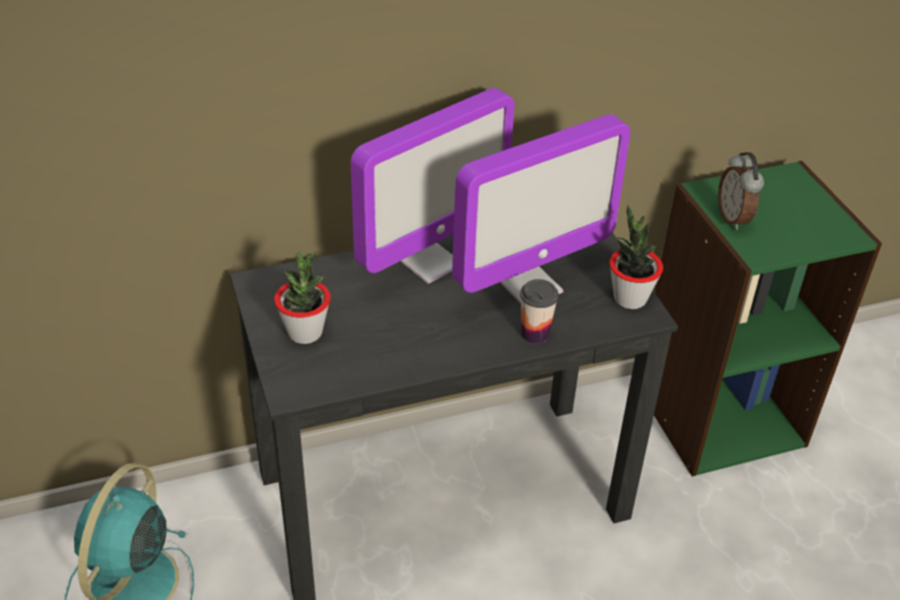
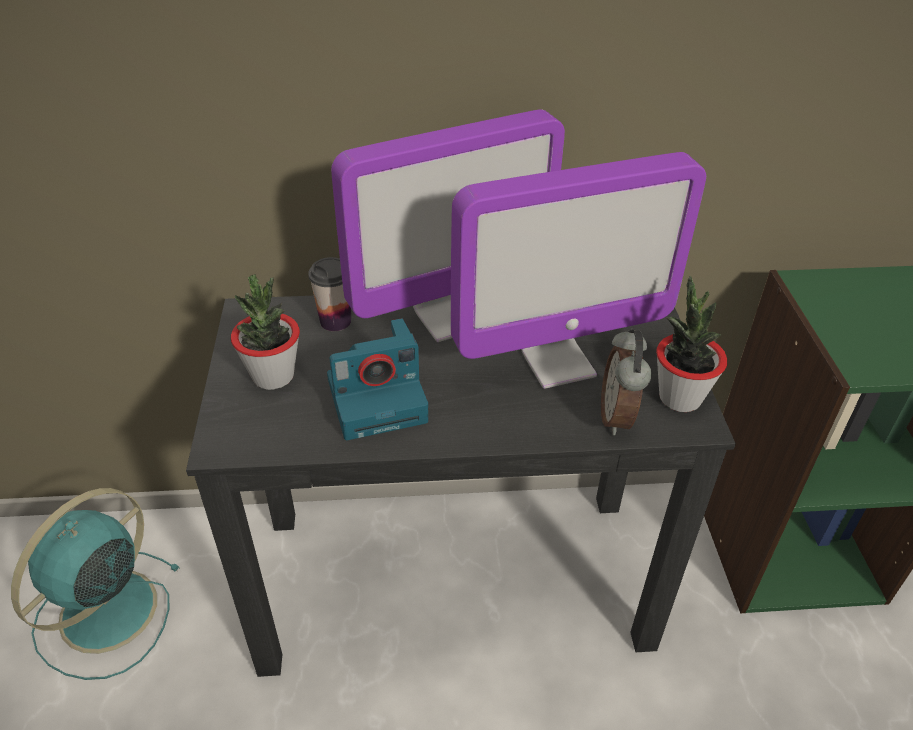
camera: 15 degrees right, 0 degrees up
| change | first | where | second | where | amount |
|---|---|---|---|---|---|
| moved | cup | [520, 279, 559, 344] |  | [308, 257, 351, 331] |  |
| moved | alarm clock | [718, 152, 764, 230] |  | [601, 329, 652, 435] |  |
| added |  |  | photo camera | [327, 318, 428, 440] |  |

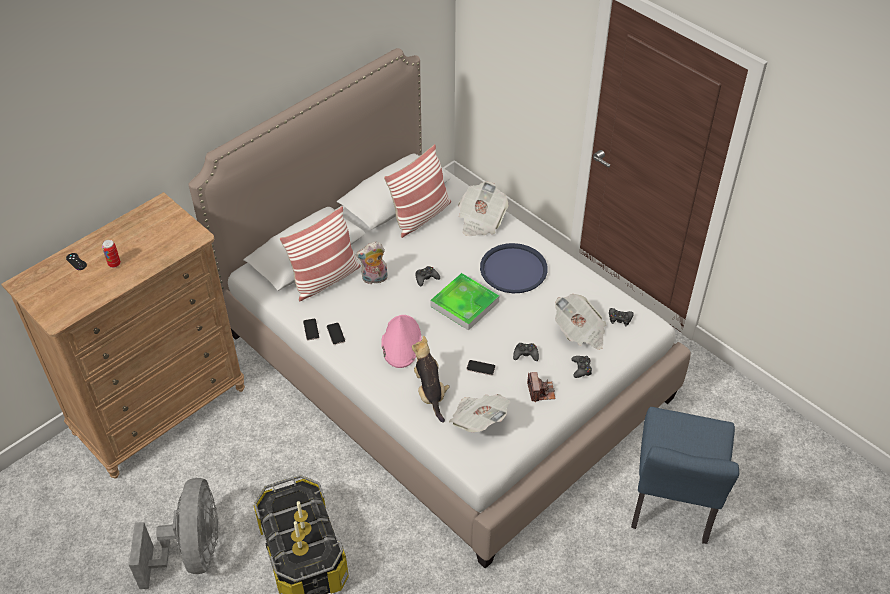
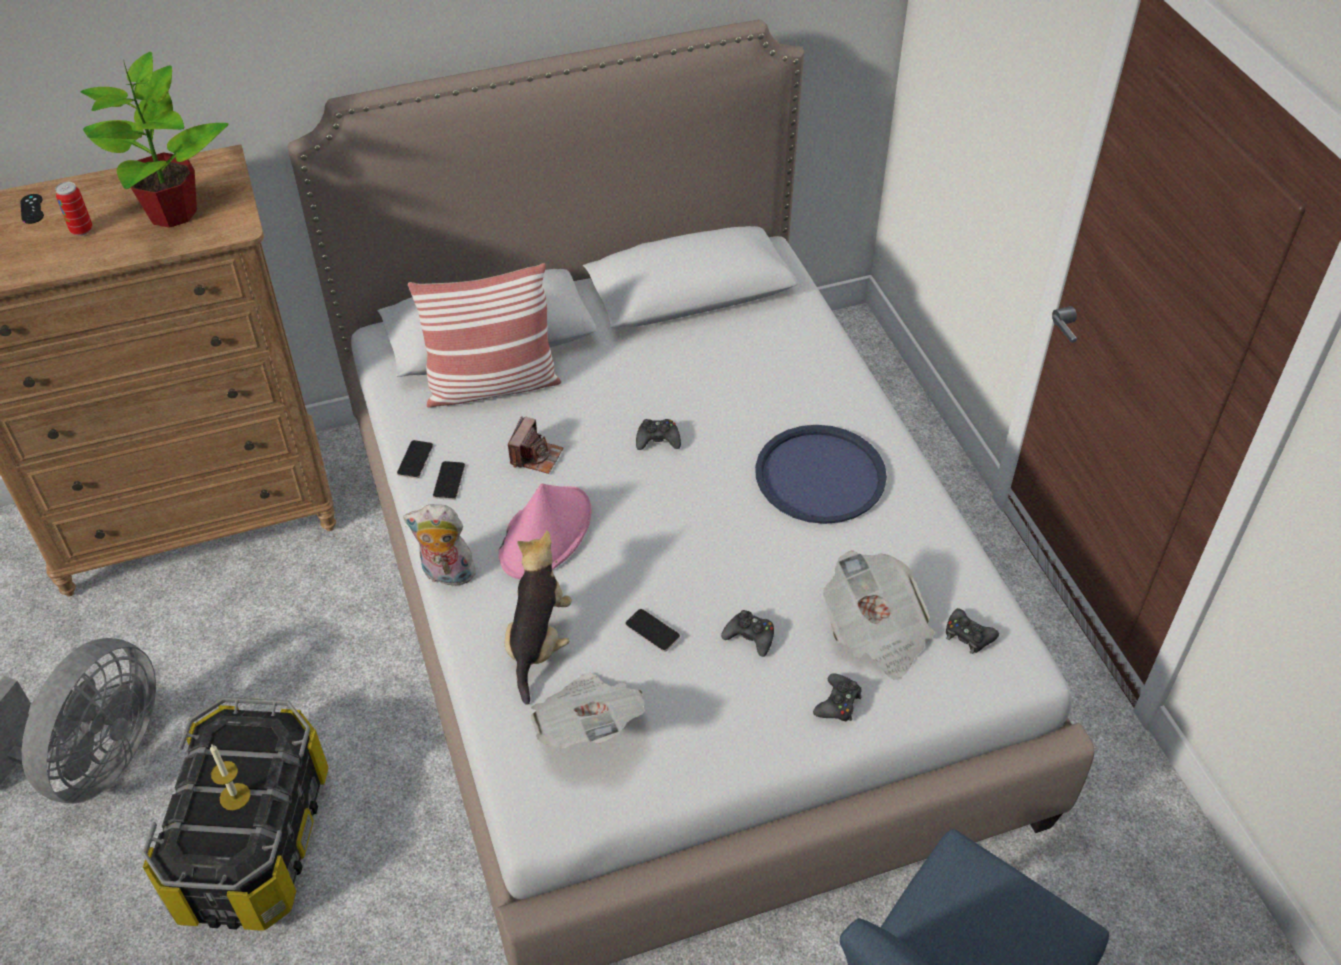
camera: 25 degrees right, 0 degrees up
| change | first | where | second | where | amount |
|---|---|---|---|---|---|
| removed | candle | [291, 521, 309, 556] |  |  |  |
| moved | plush toy | [356, 241, 388, 284] |  | [403, 504, 481, 587] |  |
| removed | pillow | [384, 144, 451, 238] |  |  |  |
| removed | tray | [430, 273, 499, 331] |  |  |  |
| removed | newspaper | [458, 181, 508, 236] |  |  |  |
| moved | photo camera | [527, 372, 555, 402] |  | [508, 416, 564, 474] |  |
| added |  |  | potted plant | [80, 52, 229, 228] |  |

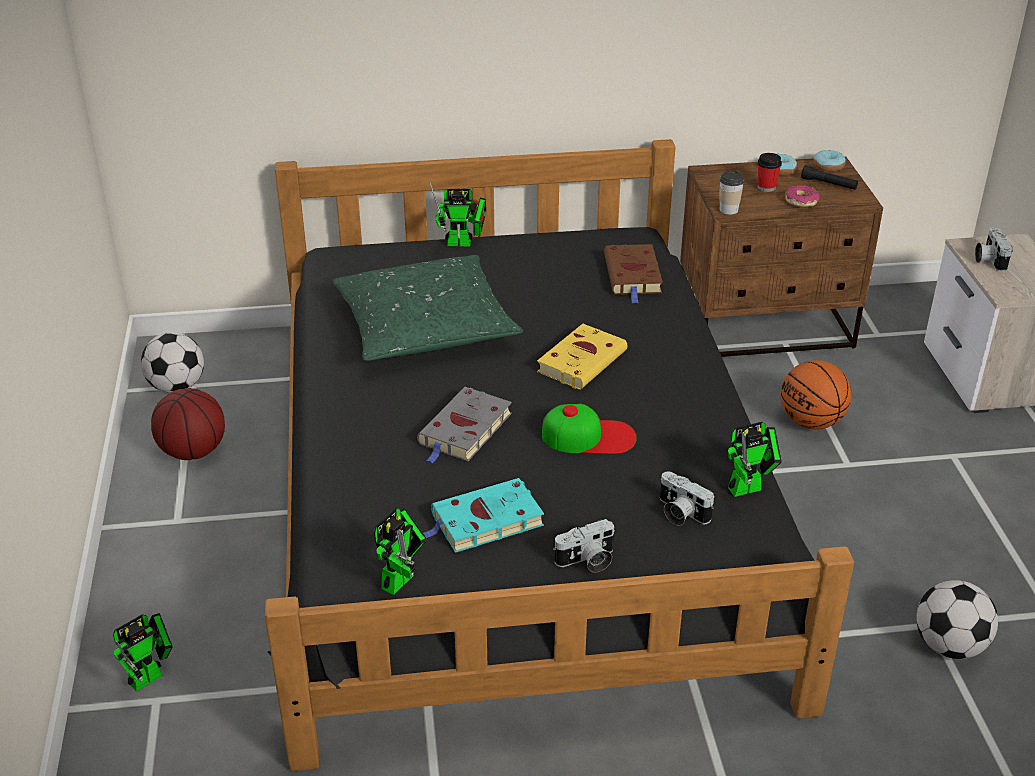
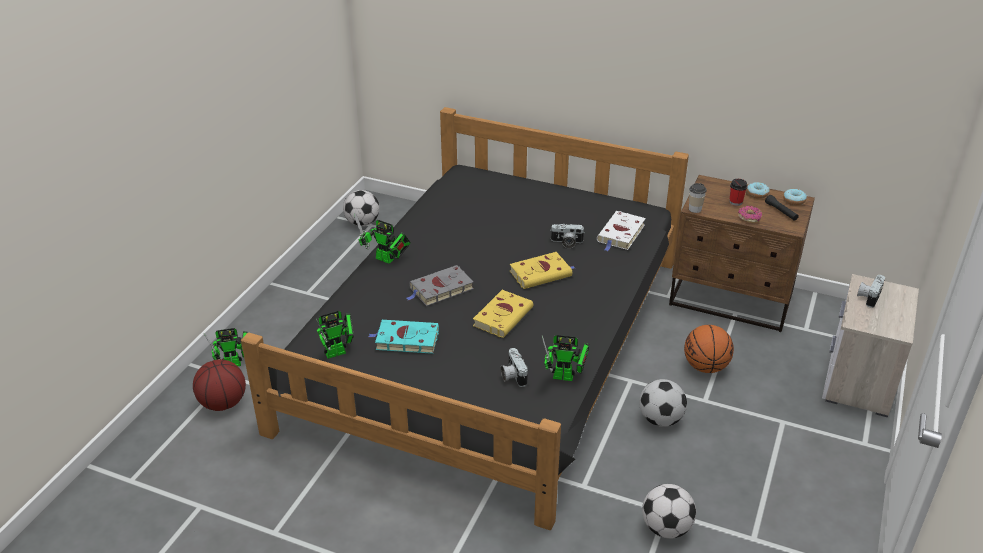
camera: 30 degrees right, 0 degrees up
| change | first | where | second | where | amount |
|---|---|---|---|---|---|
| moved | basketball | [151, 388, 225, 460] |  | [193, 359, 246, 411] |  |
| removed | green pillow | [333, 255, 523, 361] |  |  |  |
| moved | toy robot | [430, 183, 486, 246] |  | [354, 213, 411, 264] |  |
| replaced | cap | [542, 404, 637, 454] | yellow book | [473, 290, 533, 338] |  |
| moved | photo camera | [553, 519, 615, 572] |  | [551, 224, 584, 248] |  |
| recoloured | brown book | [604, 244, 663, 303] | white book | [597, 211, 646, 251] |  |
| added |  |  | football | [639, 379, 687, 427] |  |

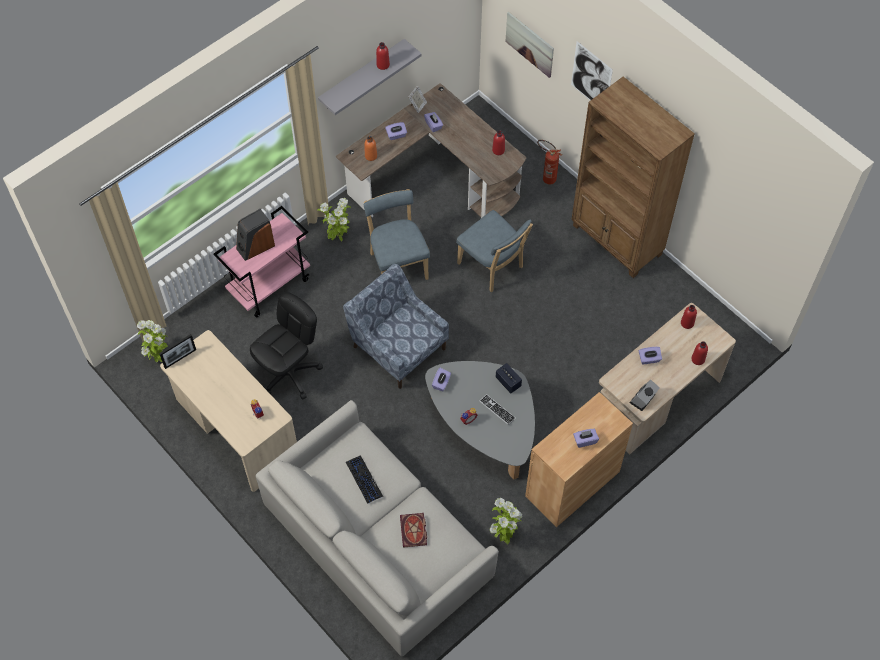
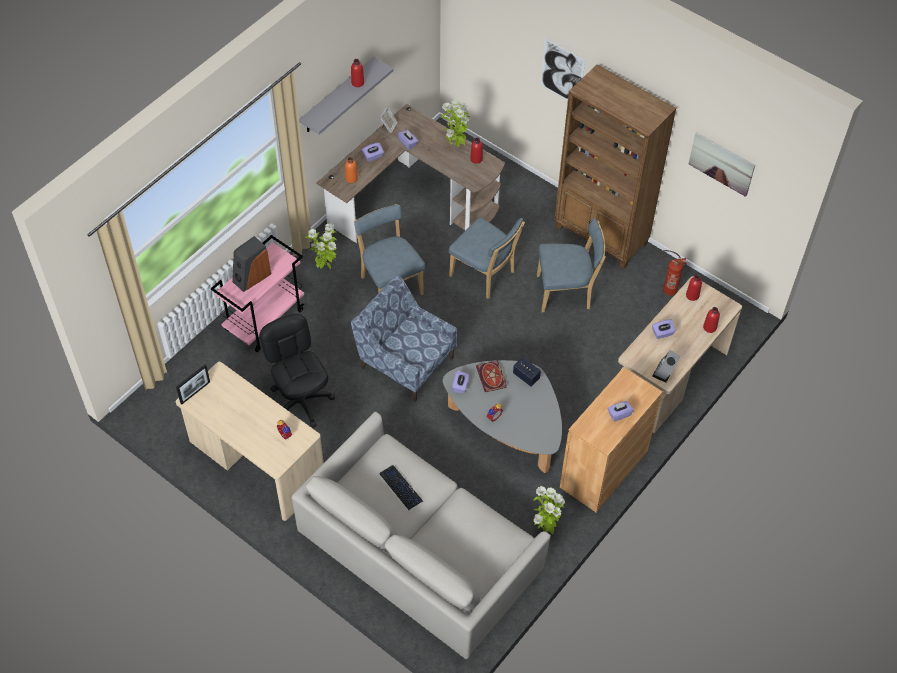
camera: 10 degrees left, 5 degrees down
| change | first | where | second | where | amount |
|---|---|---|---|---|---|
| moved | potted plant | [137, 320, 167, 362] |  | [442, 100, 469, 147] |  |
| turned | black office chair | [250, 292, 323, 399] |  | [260, 314, 335, 428] | 60 degrees counterclockwise |
| moved | book | [400, 513, 427, 547] |  | [476, 360, 507, 392] |  |
| removed | keyboard | [479, 394, 516, 425] |  |  |  |
| moved | picture | [505, 12, 554, 78] |  | [689, 132, 755, 197] |  |
| moved | fire extinguisher | [537, 140, 562, 185] |  | [660, 250, 687, 296] |  |
| added |  |  | blue chair | [537, 218, 606, 312] |  |

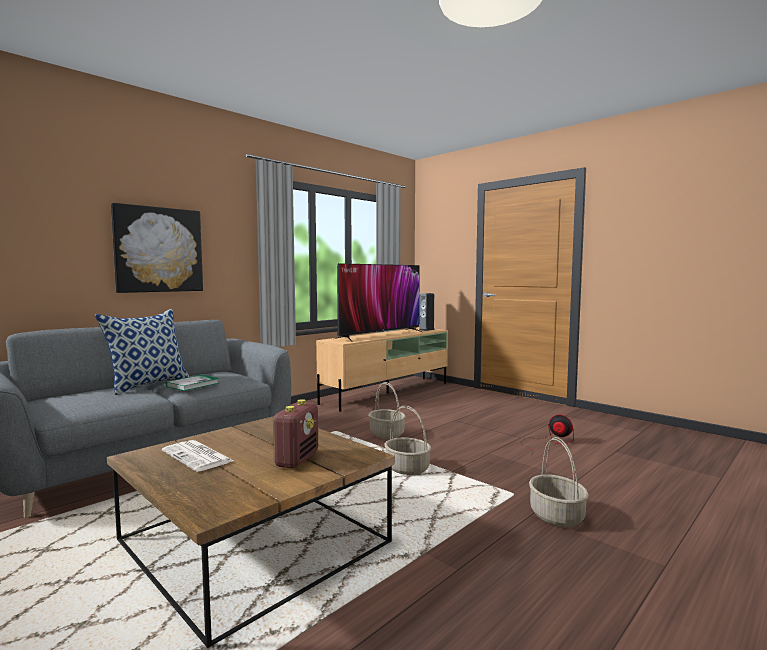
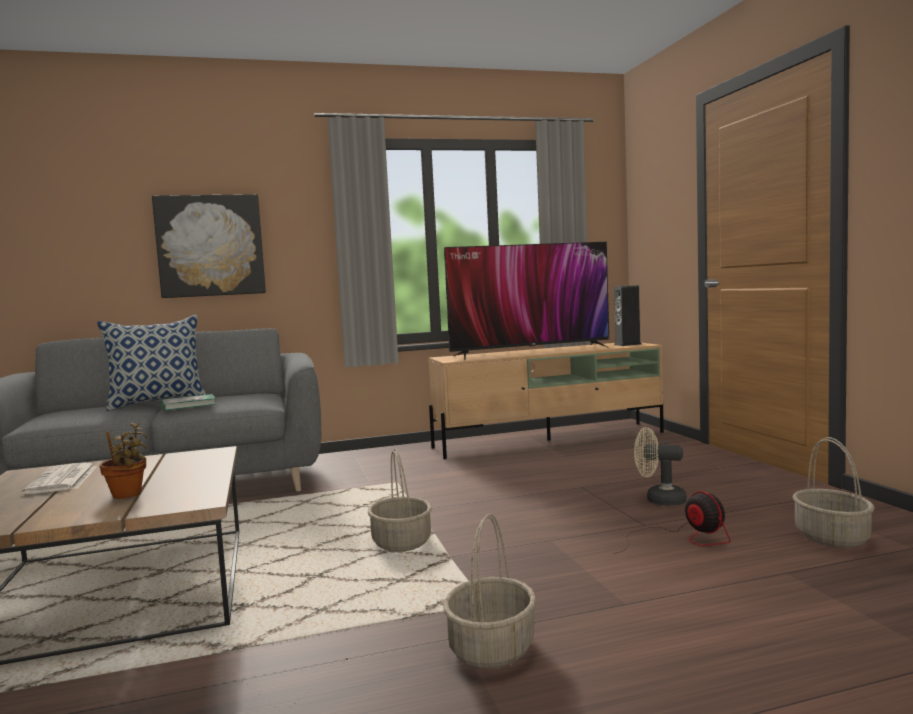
camera: 30 degrees right, 0 degrees up
| change | first | where | second | where | amount |
|---|---|---|---|---|---|
| replaced | radio | [272, 399, 318, 468] | potted plant | [99, 423, 147, 499] |  |
| moved | basket | [368, 382, 406, 439] |  | [793, 437, 875, 548] |  |
| added |  |  | beige fan | [634, 427, 687, 506] |  |

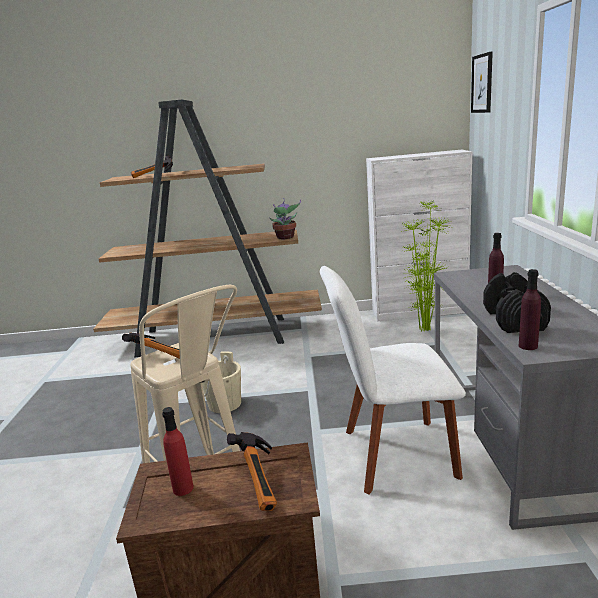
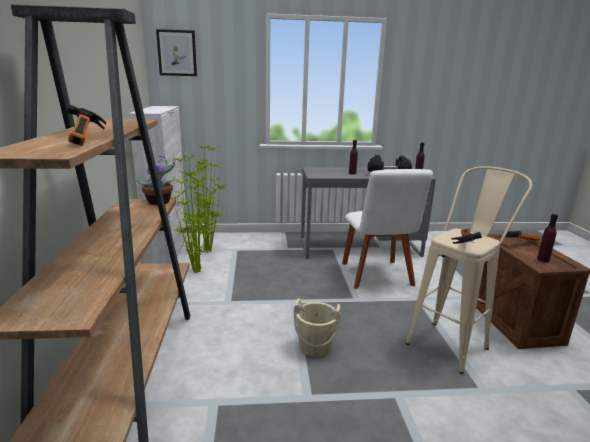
camera: 95 degrees left, 0 degrees up
| change | first | where | second | where | amount |
|---|---|---|---|---|---|
| recoloured | red bottle | [162, 407, 194, 496] | purple bottle | [537, 214, 558, 263] |  |
| added |  |  | potted plant | [170, 153, 212, 273] |  |

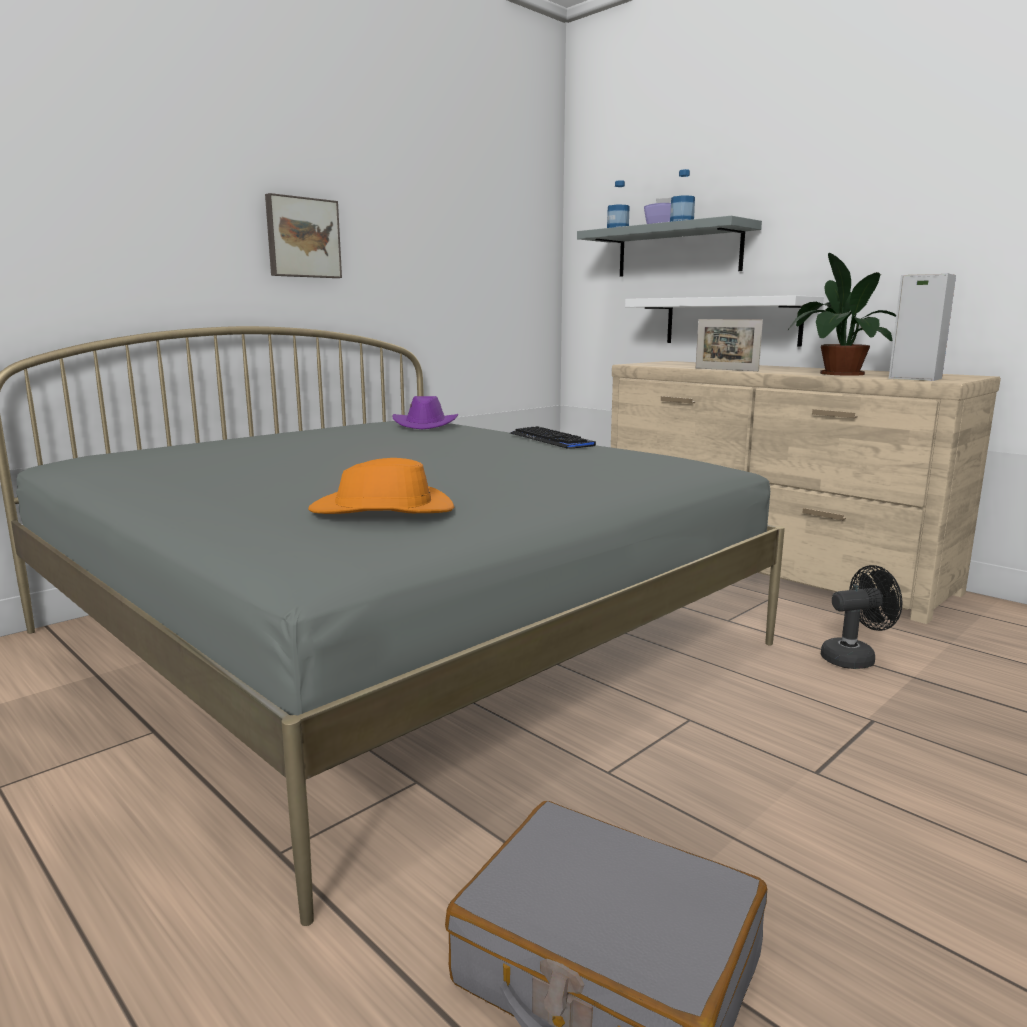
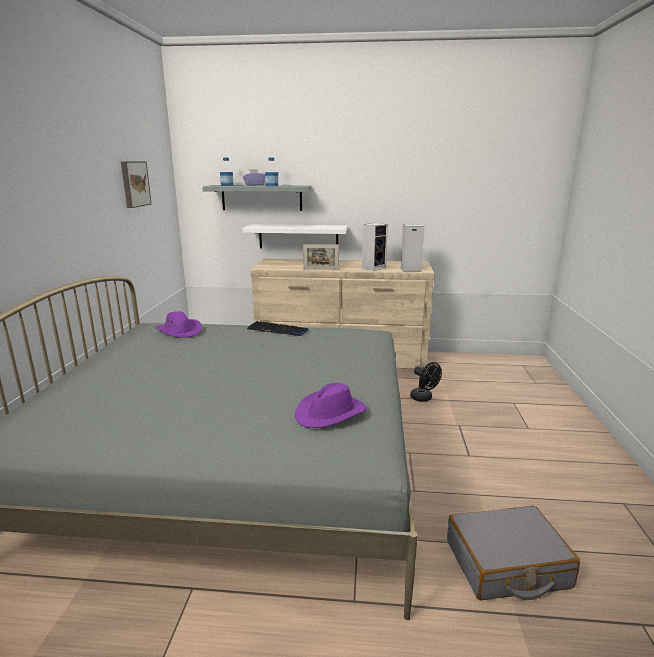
camera: 40 degrees left, 5 degrees up
| change | first | where | second | where | amount |
|---|---|---|---|---|---|
| moved | picture | [265, 193, 342, 278] |  | [121, 162, 152, 208] |  |
| recoloured | orange hat | [308, 458, 454, 514] | purple hat | [295, 383, 366, 428] |  |
| replaced | potted plant | [788, 253, 896, 376] | speaker | [362, 223, 388, 271] |  |
| turned | black fan | [821, 565, 903, 669] |  | [410, 362, 442, 402] | 105 degrees clockwise |

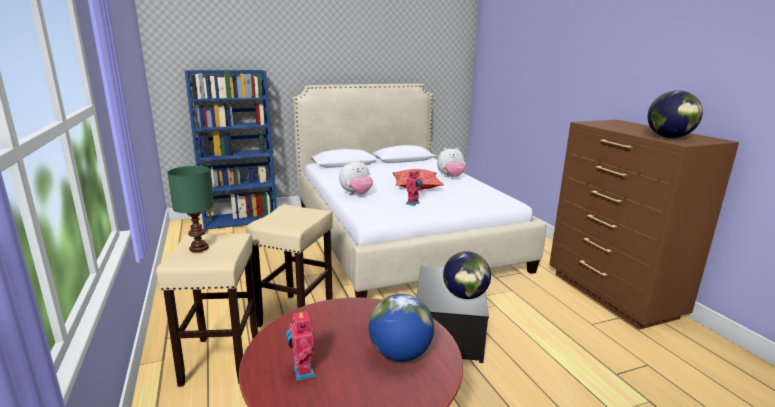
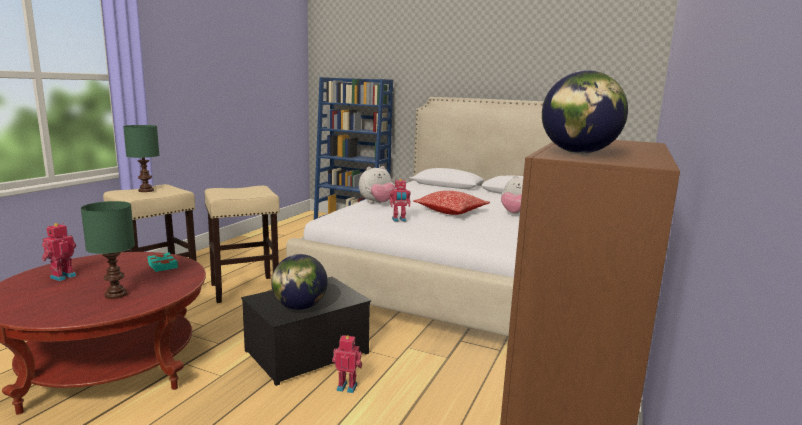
camera: 45 degrees right, 5 degrees down
| change | first | where | second | where | amount |
|---|---|---|---|---|---|
| turned | plush toy | [339, 160, 373, 195] |  | [359, 166, 395, 203] | 45 degrees counterclockwise |
| replaced | globe | [369, 294, 434, 362] | green table lamp | [81, 201, 135, 299] |  |
| added |  |  | turquoise book | [147, 253, 178, 272] |  |
| added |  |  | toy robot | [332, 335, 362, 393] |  |

